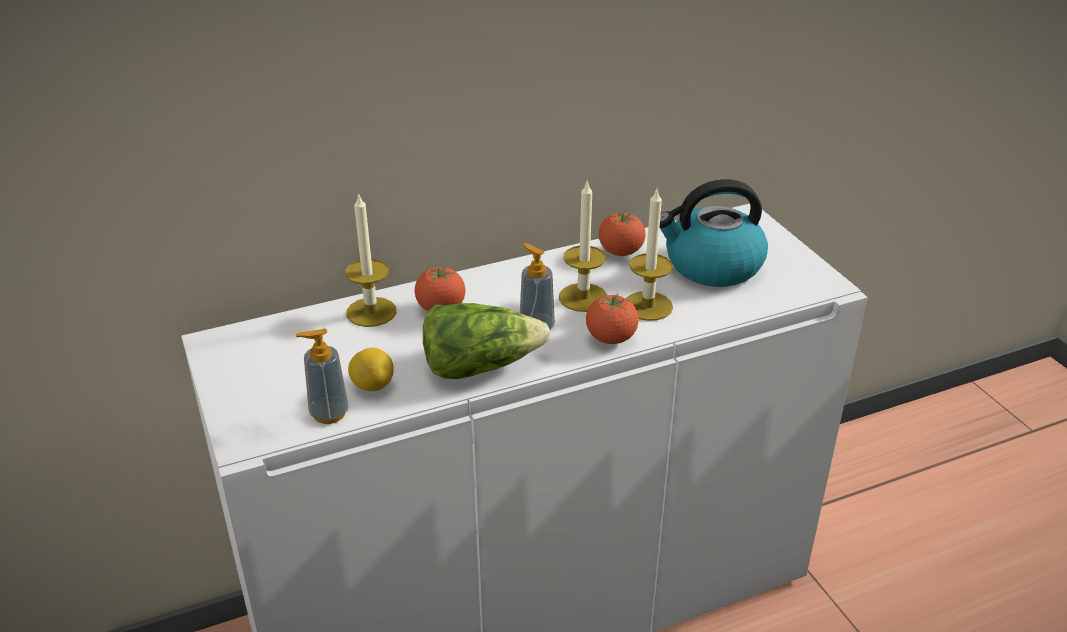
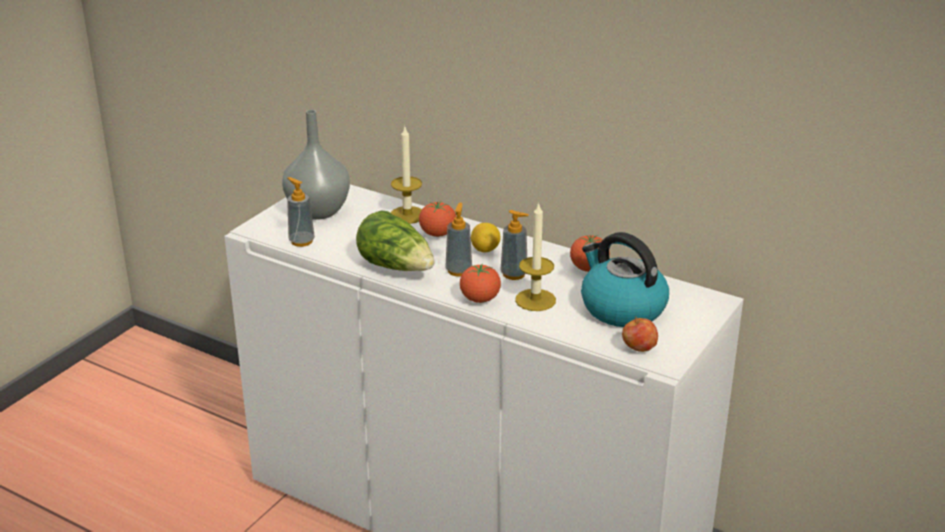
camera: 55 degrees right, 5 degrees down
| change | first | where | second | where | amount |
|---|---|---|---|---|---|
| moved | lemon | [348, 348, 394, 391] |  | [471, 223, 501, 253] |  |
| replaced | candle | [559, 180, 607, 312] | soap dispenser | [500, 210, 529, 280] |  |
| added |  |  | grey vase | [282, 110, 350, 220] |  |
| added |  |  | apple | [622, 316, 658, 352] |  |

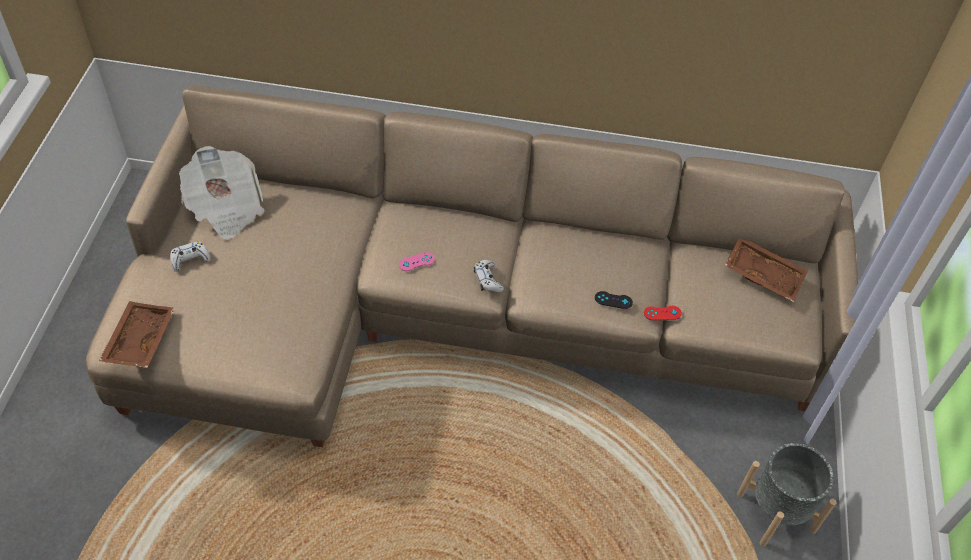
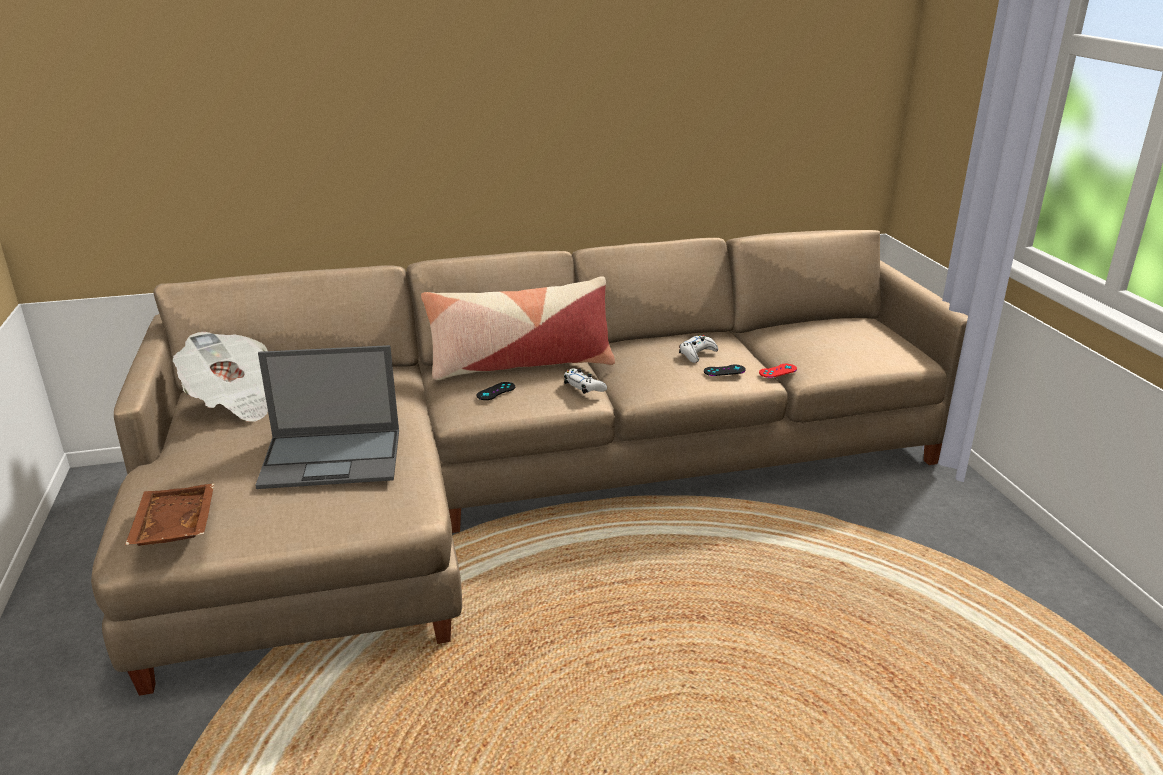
camera: 20 degrees left, 25 degrees down
| change | first | where | second | where | amount |
|---|---|---|---|---|---|
| moved | white game controller | [170, 242, 210, 272] |  | [679, 335, 718, 363] |  |
| recoloured | pink game controller | [399, 252, 435, 271] | black game controller | [476, 382, 515, 400] |  |
| removed | brown tray | [725, 239, 808, 302] |  |  |  |
| removed | grey planter | [737, 443, 837, 547] |  |  |  |
| added |  |  | laptop | [255, 345, 399, 489] |  |
| added |  |  | pillow | [421, 276, 615, 380] |  |

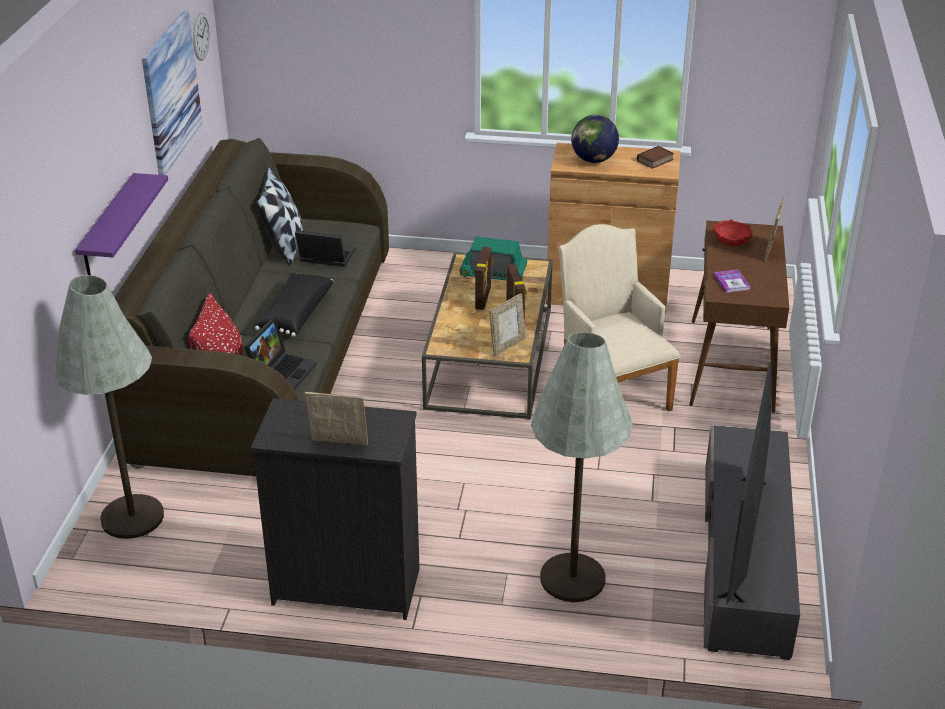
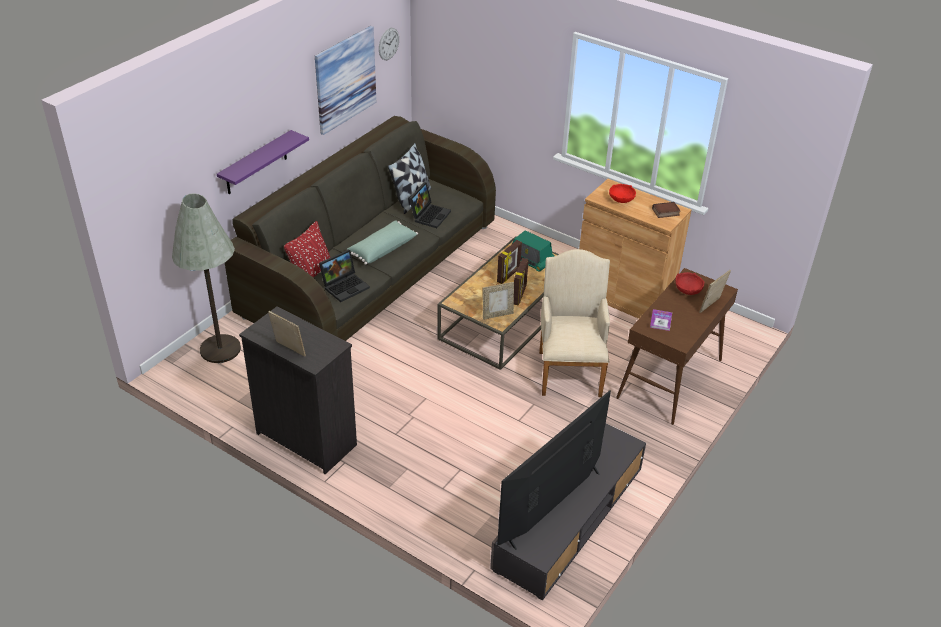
camera: 25 degrees right, 5 degrees up
| change | first | where | second | where | amount |
|---|---|---|---|---|---|
| recoloured | black pillow | [254, 273, 334, 337] | green pillow | [347, 220, 418, 265] |  |
| turned | laptop | [295, 230, 355, 267] |  | [409, 182, 451, 228] | 75 degrees clockwise |
| removed | grey floor lamp | [531, 332, 633, 602] |  |  |  |
| replaced | globe | [571, 115, 619, 163] | red bowl | [609, 184, 636, 203] |  |

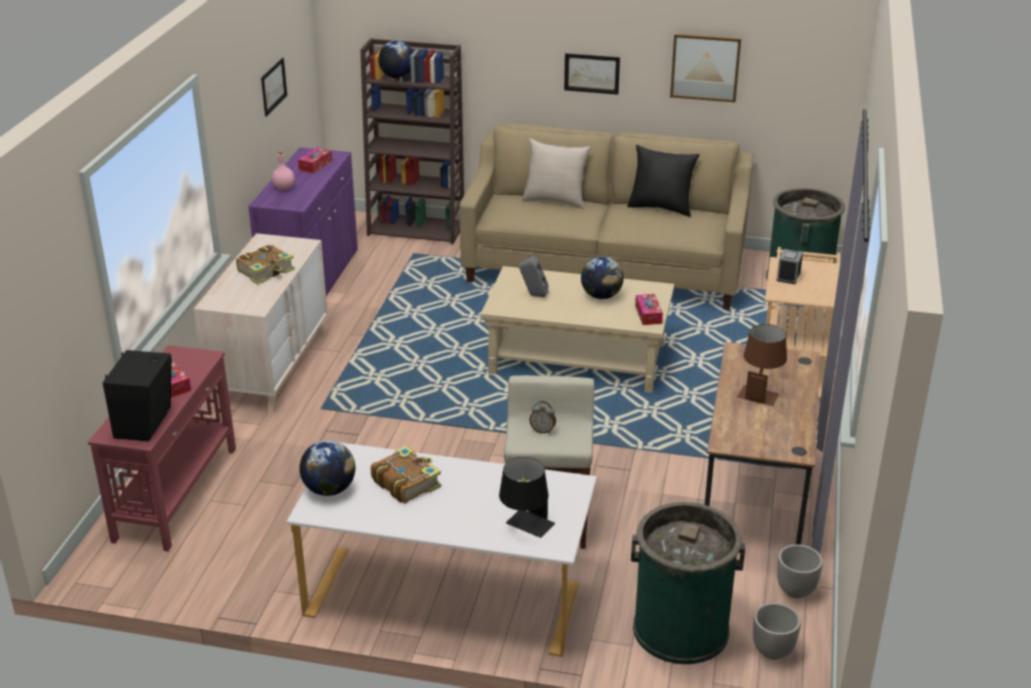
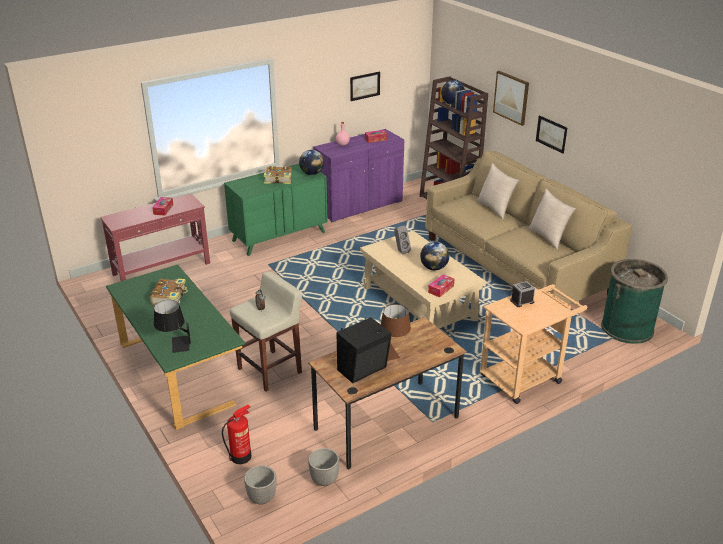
camera: 45 degrees right, 0 degrees up
| change | first | where | second | where | amount |
|---|---|---|---|---|---|
| moved | black speaker | [103, 350, 172, 442] |  | [336, 317, 391, 383] |  |
| recoloured | beige dresser | [194, 233, 328, 413] | green dresser | [224, 164, 328, 256] |  |
| recoloured | white desk | [287, 442, 597, 657] | green desk | [106, 265, 245, 430] |  |
| moved | globe | [299, 440, 355, 496] |  | [299, 150, 324, 175] |  |
| recoloured | black pillow | [627, 145, 700, 217] | beige pillow | [529, 189, 576, 250] |  |
| replaced | green trash can | [631, 502, 745, 664] | fire extinguisher | [222, 405, 252, 464] |  |
| moved | picture | [670, 33, 741, 102] |  | [493, 71, 529, 126] |  |

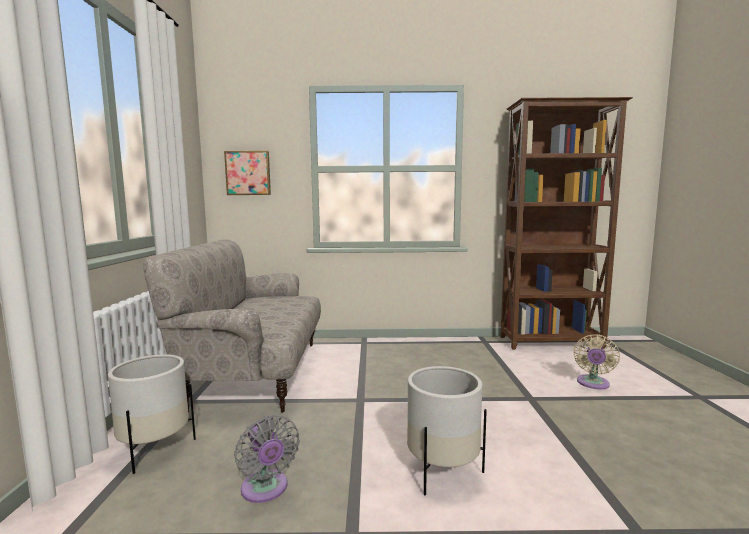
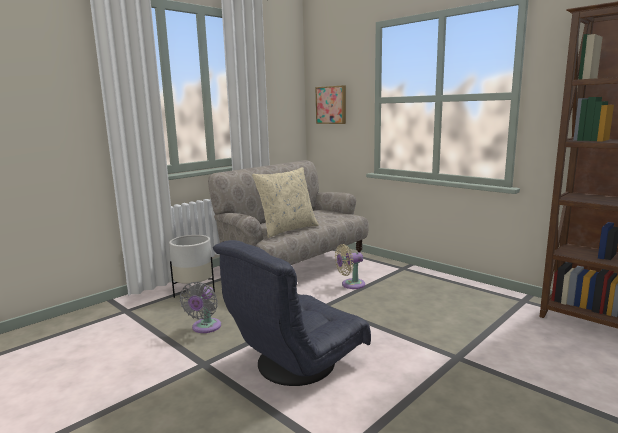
camera: 45 degrees right, 5 degrees up
| change | first | where | second | where | amount |
|---|---|---|---|---|---|
| replaced | white planter | [407, 366, 487, 496] | grey armchair | [213, 240, 371, 386] |  |
| moved | beige fan | [574, 335, 620, 389] |  | [335, 244, 365, 289] |  |
| added |  |  | beige pillow | [252, 167, 319, 238] |  |

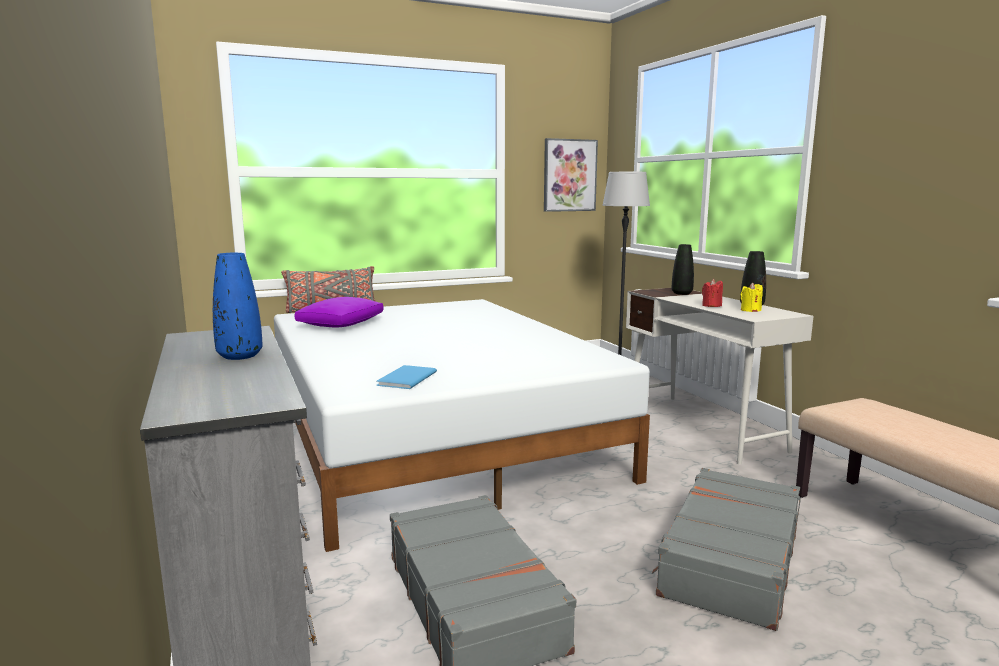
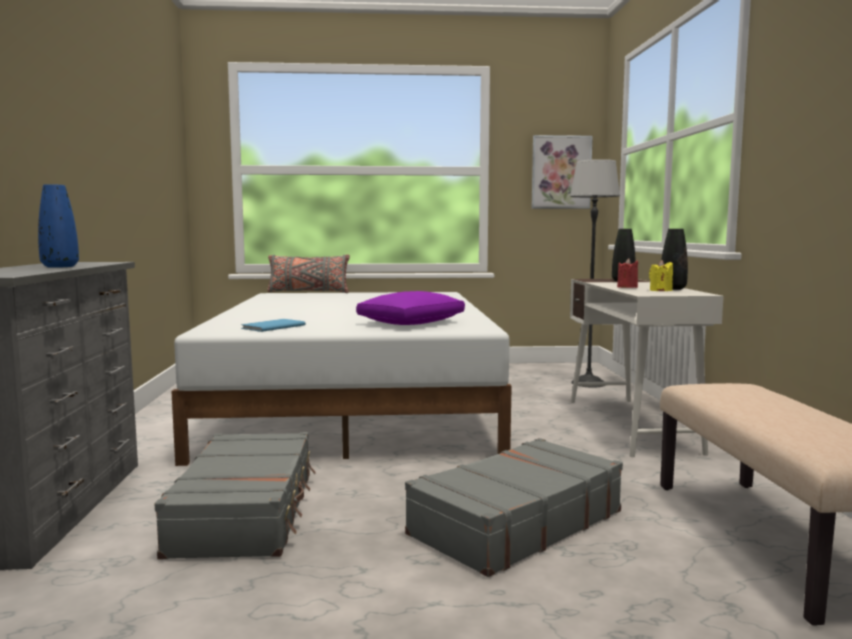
camera: 20 degrees right, 5 degrees down
| change | first | where | second | where | amount |
|---|---|---|---|---|---|
| moved | purple pillow | [294, 297, 384, 327] |  | [356, 291, 465, 325] |  |

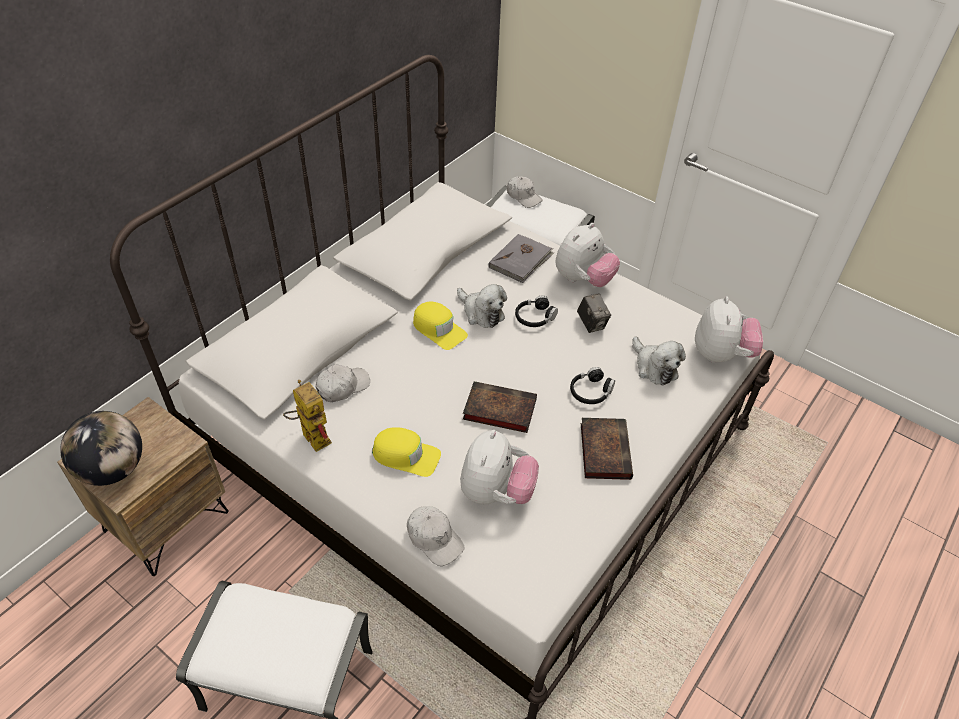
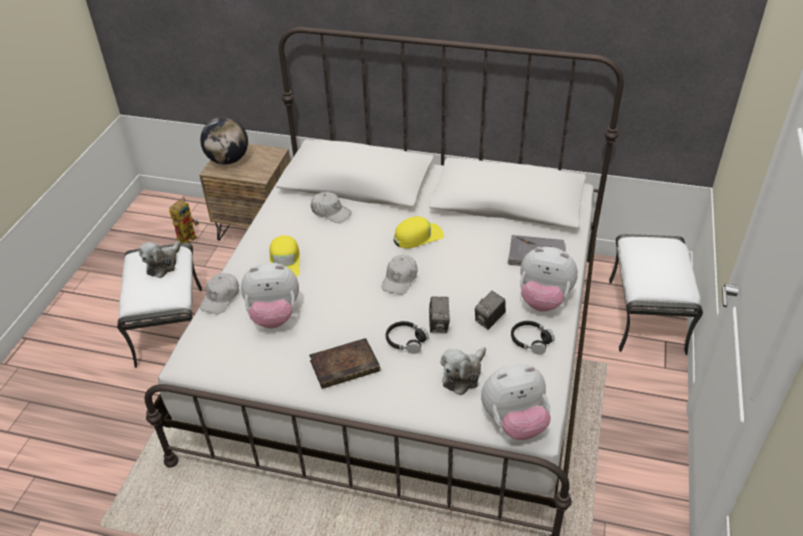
camera: 70 degrees right, 5 degrees down
| change | first | where | second | where | amount |
|---|---|---|---|---|---|
| moved | toy robot | [283, 380, 332, 452] |  | [169, 198, 199, 244] |  |
| turned | yellow cap | [413, 302, 468, 350] |  | [394, 216, 444, 248] | 135 degrees counterclockwise |
| moved | plush toy | [457, 284, 507, 328] |  | [139, 241, 181, 278] |  |
| removed | book | [463, 381, 537, 433] |  |  |  |
| moved | white cap | [507, 176, 543, 208] |  | [381, 255, 418, 295] |  |
| moved | black headphones | [515, 296, 558, 327] |  | [511, 321, 555, 355] |  |
| added |  |  | photo camera | [429, 297, 450, 333] |  |

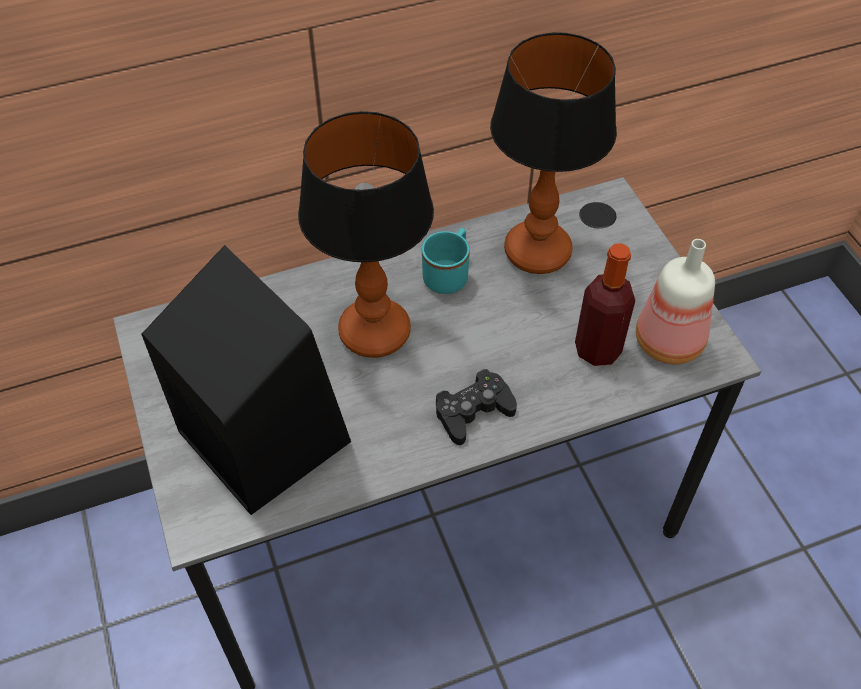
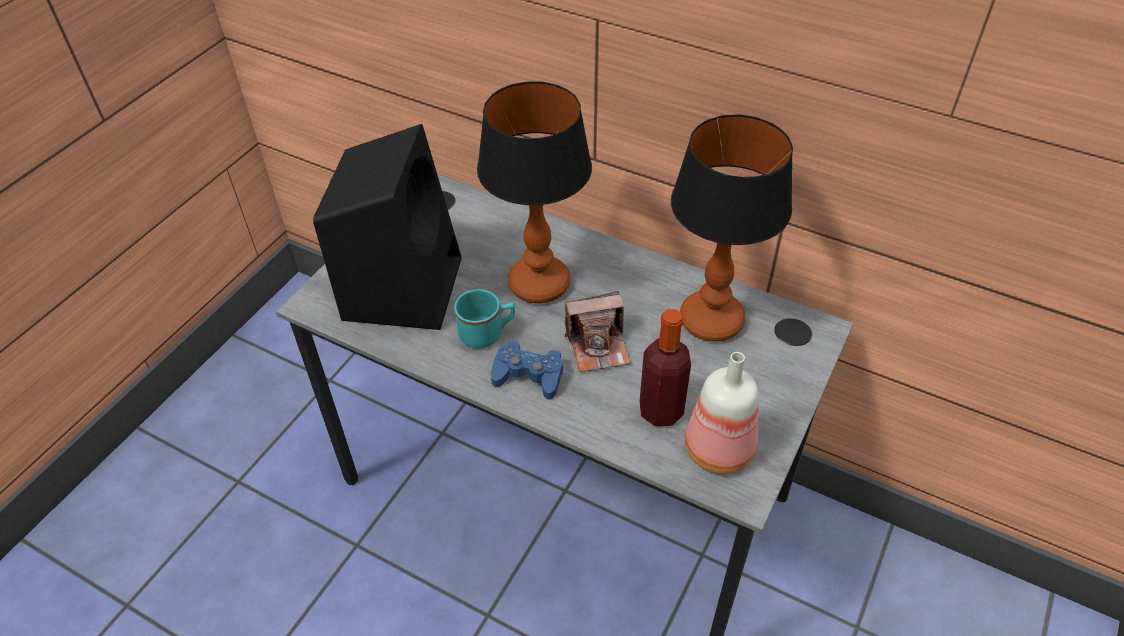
camera: 50 degrees right, 5 degrees down
| change | first | where | second | where | amount |
|---|---|---|---|---|---|
| moved | turquoise mug | [422, 228, 470, 294] |  | [454, 289, 515, 349] |  |
| recoloured | black game controller | [436, 369, 517, 445] | blue game controller | [491, 341, 563, 400] |  |
| added |  |  | photo camera | [565, 291, 631, 372] |  |

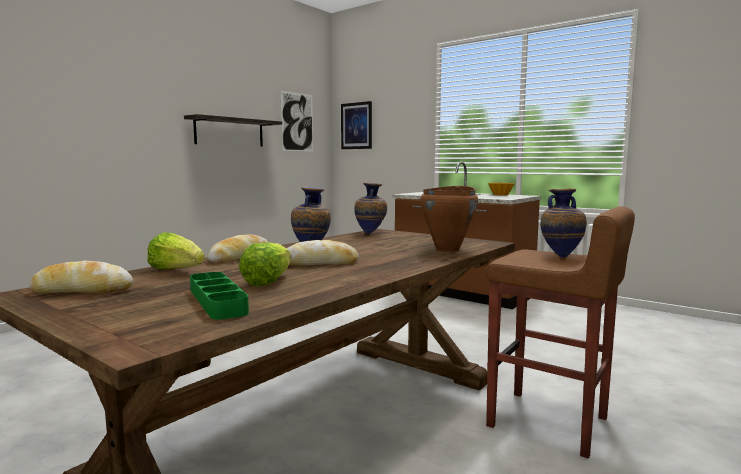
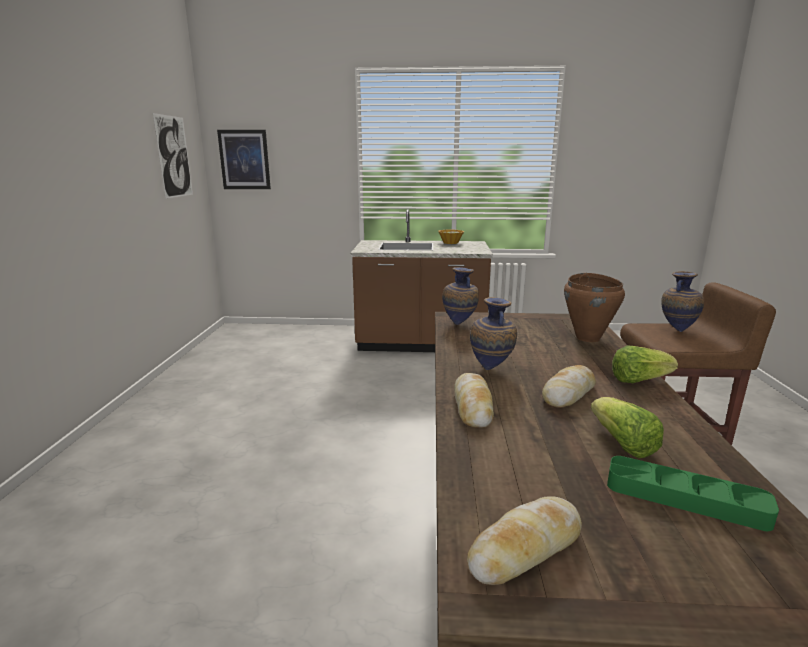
camera: 35 degrees left, 10 degrees up
| change | first | where | second | where | amount |
|---|---|---|---|---|---|
| moved | lettuce | [147, 232, 205, 270] |  | [612, 346, 678, 383] |  |
| removed | shelf | [184, 114, 282, 146] |  |  |  |

